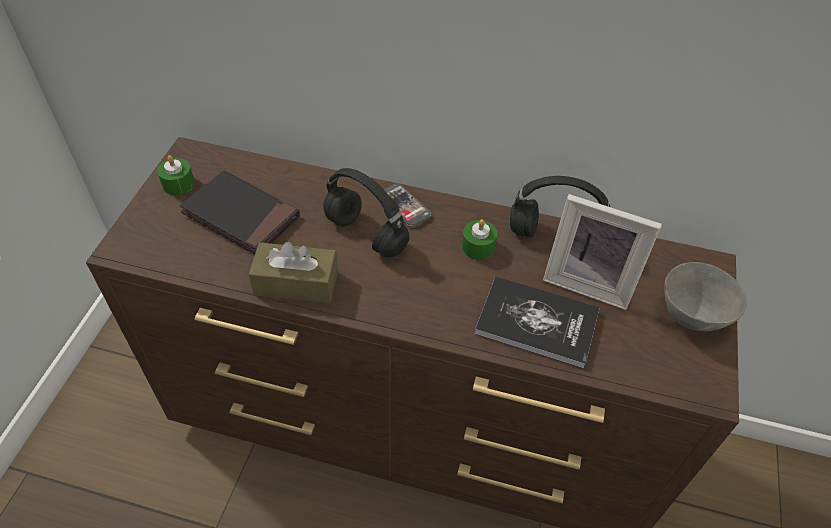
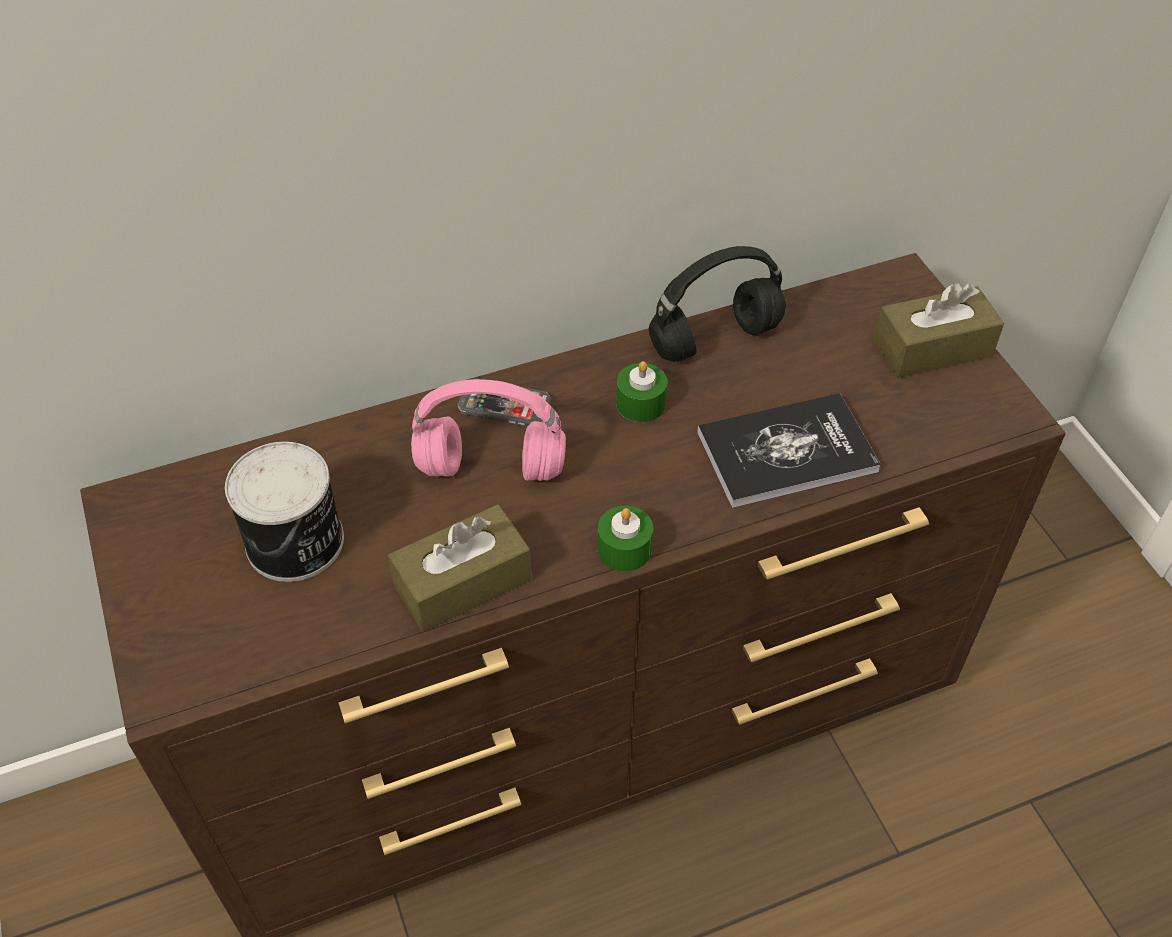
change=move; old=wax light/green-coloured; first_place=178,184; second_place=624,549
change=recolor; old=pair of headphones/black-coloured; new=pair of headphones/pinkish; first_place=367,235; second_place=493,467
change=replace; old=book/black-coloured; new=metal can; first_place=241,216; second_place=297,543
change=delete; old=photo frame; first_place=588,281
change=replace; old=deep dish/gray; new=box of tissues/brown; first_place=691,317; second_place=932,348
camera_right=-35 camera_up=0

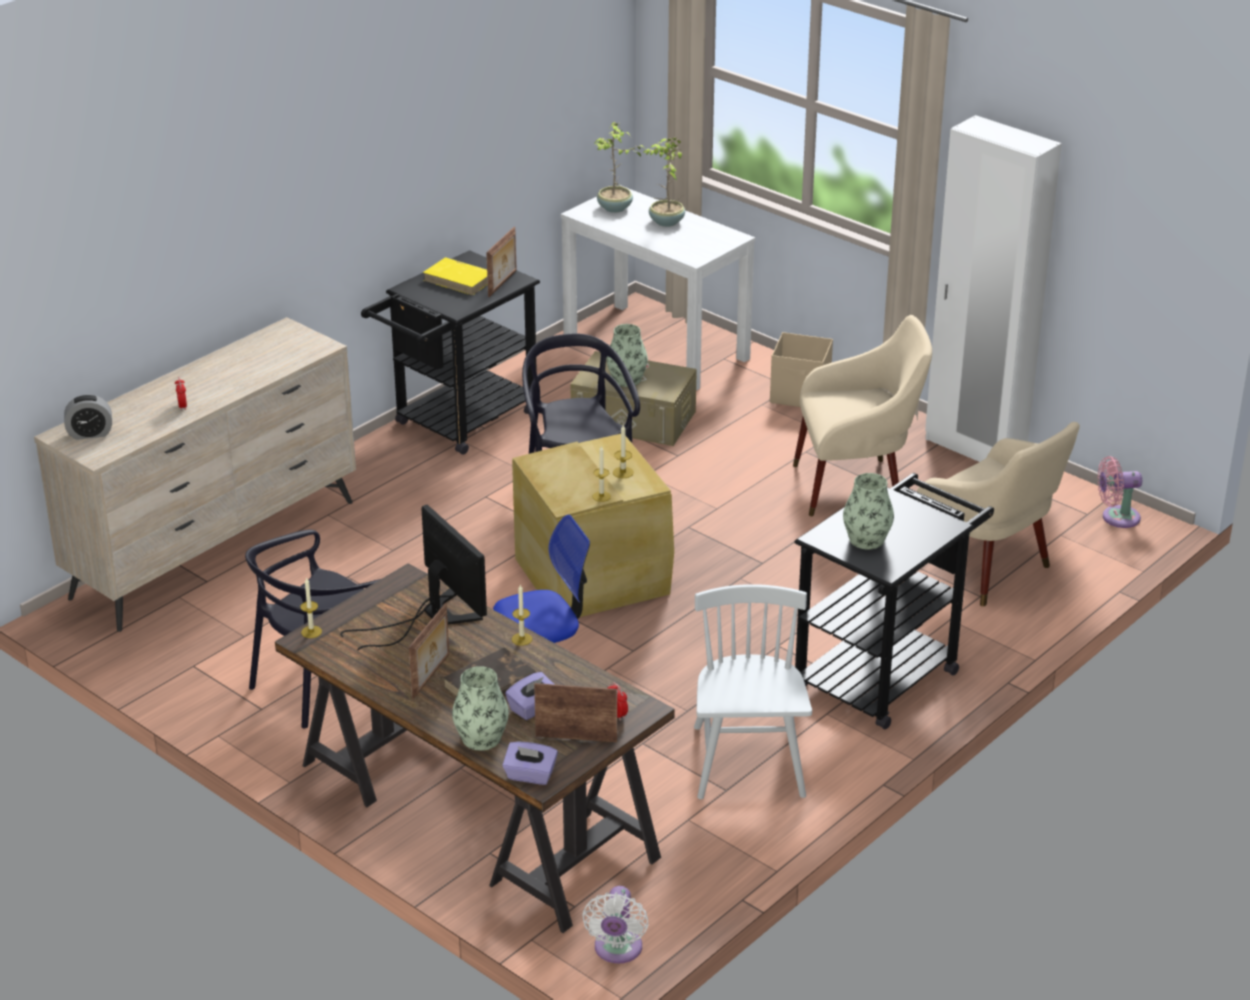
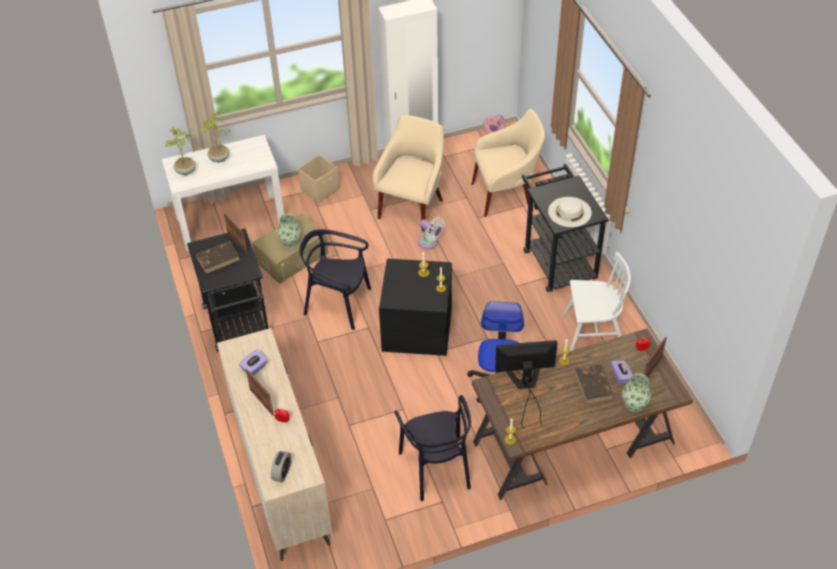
change=recolor; old=book/yellow-coloured; new=book/brown; first_place=460,280; second_place=218,258
change=recolor; old=storage bin/sand-coloured; new=storage bin/black-coloured; first_place=593,575; second_place=416,327
change=replace; old=vase; new=clothing hat/whitish; first_place=866,539; second_place=569,212
change=rotate; old=upright chair/whitish; first_place=748,762; second_place=593,332; degrees=150
change=move; old=photo frame; first_place=432,676; second_place=262,402
change=move; old=box of tissues/purple-coloured; first_place=530,775; second_place=254,368
change=move; old=electric fan/whitish; first_place=617,950; second_place=429,243
camera_right=-60 camera_up=15

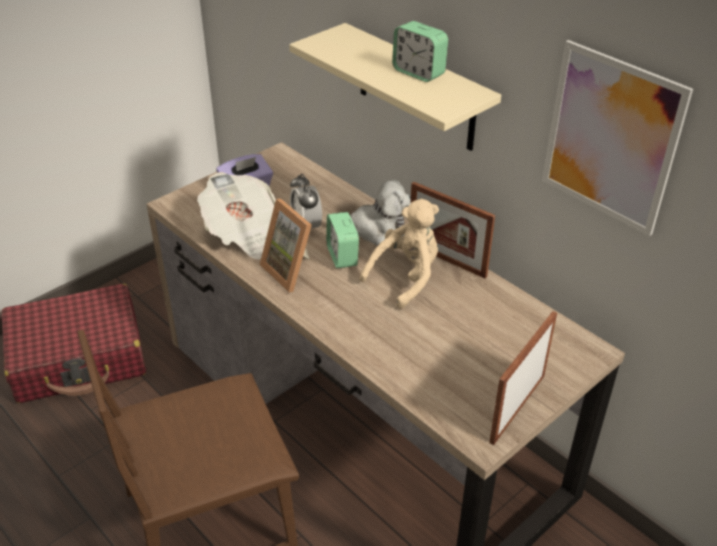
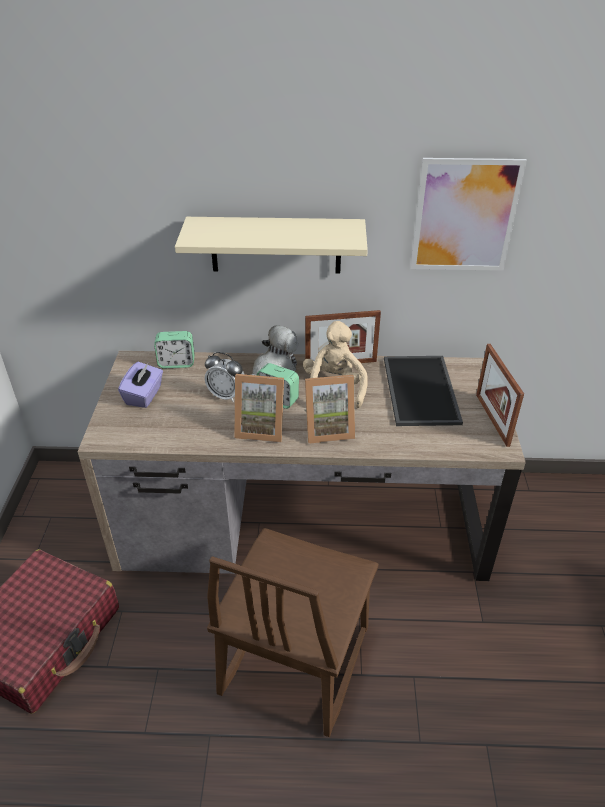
change=move; old=table clock; first_place=418,73; second_place=176,363
change=delete; old=newspaper; first_place=245,234
change=insert; new=tray; second_place=418,389
change=insert; new=photo frame; second_place=328,429
camera_right=-45 camera_up=0

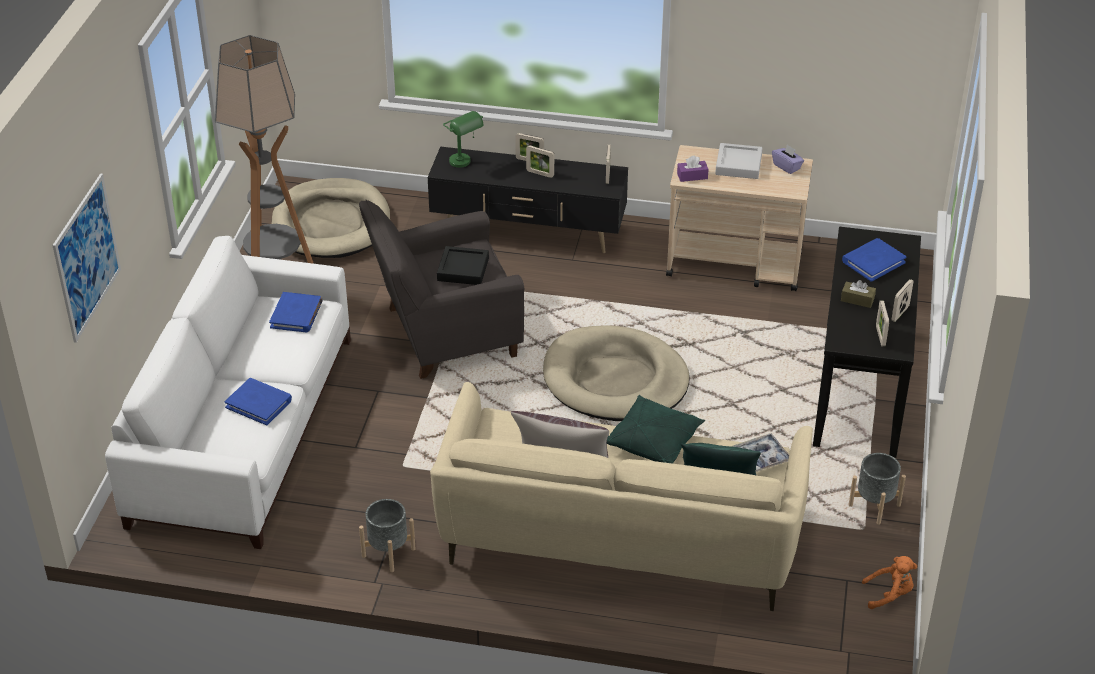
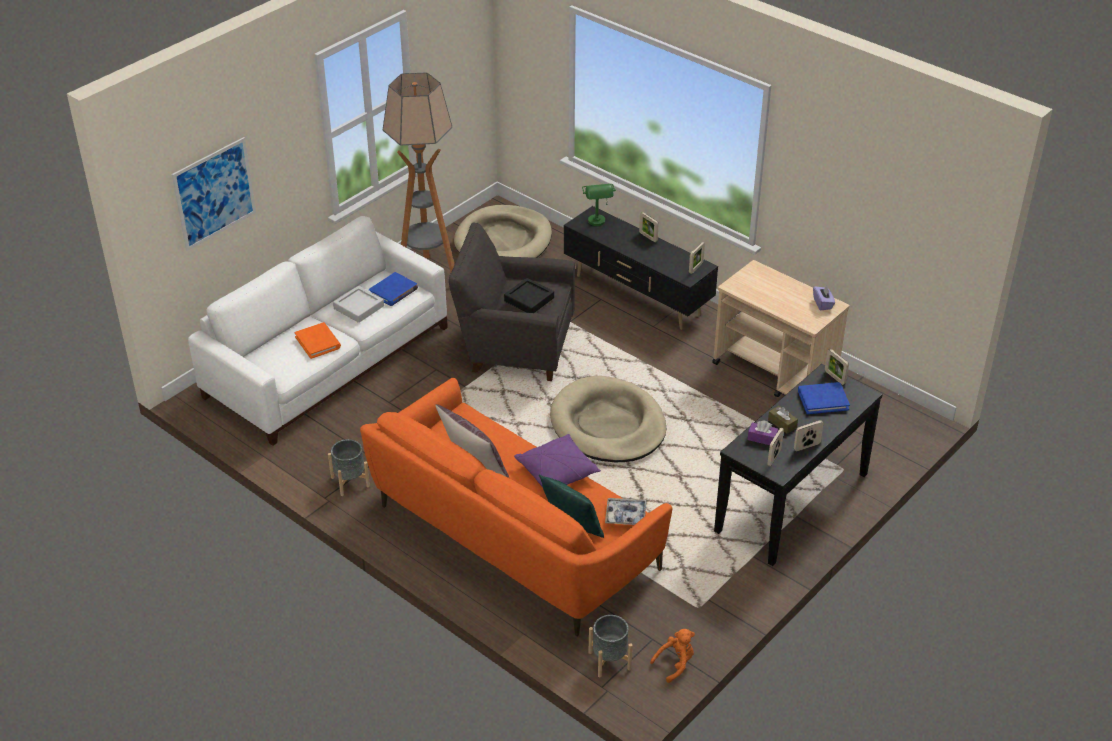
change=move; old=tray/gray; first_place=738,165; second_place=359,307
change=move; old=photo frame; first_place=540,173; second_place=835,377
change=move; old=box of tissues/purple-coloured; first_place=692,176; second_place=762,438
change=recolor; old=book/blue; new=book/orange-coloured; first_place=259,403; second_place=318,342
change=recolor; old=settee/sand-coloured; new=settee/orange-coloured; first_place=619,539; second_place=512,538
change=recolor; old=cushion/green-coloured; new=cushion/purple-coloured; first_place=653,441; second_place=557,472
change=move; old=flower pot/gray; first_place=874,505; second_place=610,660
change=rotate; old=soft toy/orange-coloured; first_place=889,594; second_place=675,664; degrees=-60
camera_right=30 camera_up=0

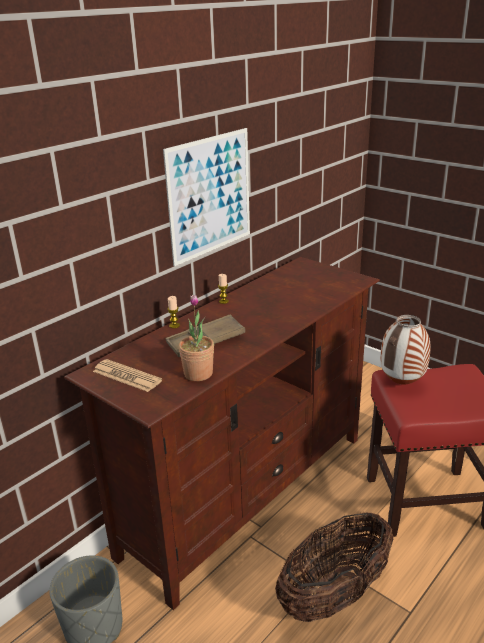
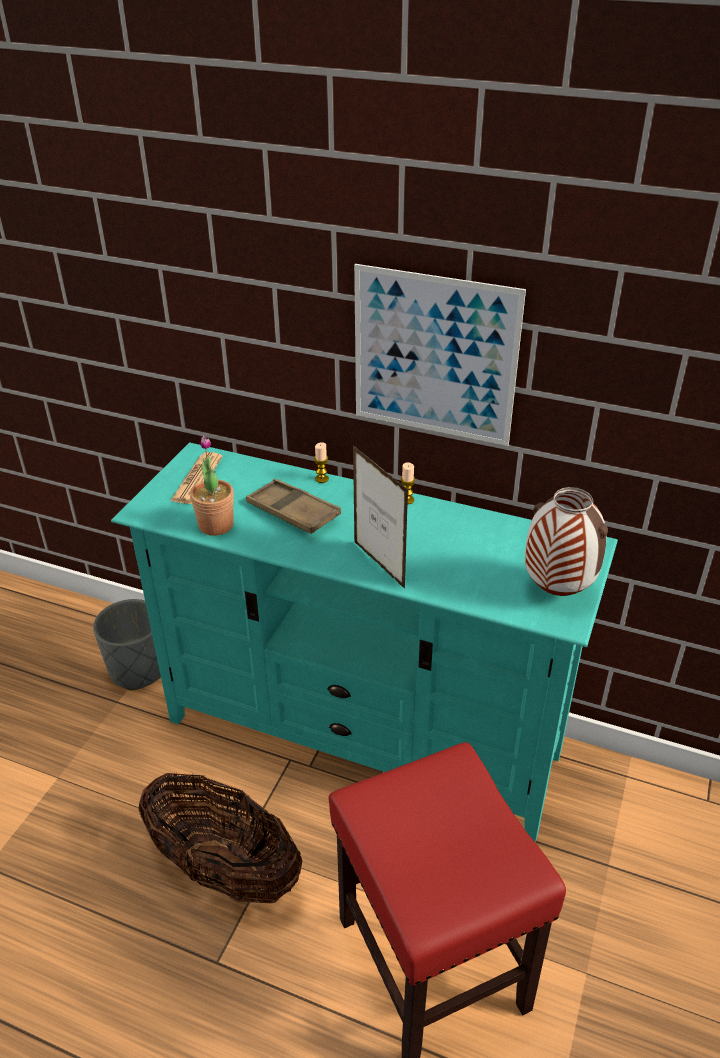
change=recolor; old=tv stand/brown; new=tv stand/turquoise; first_place=247,492; second_place=363,735
change=move; old=vase; first_place=401,384; second_place=556,591
change=insert; new=photo frame; second_place=379,565
camera_right=70 camera_up=10

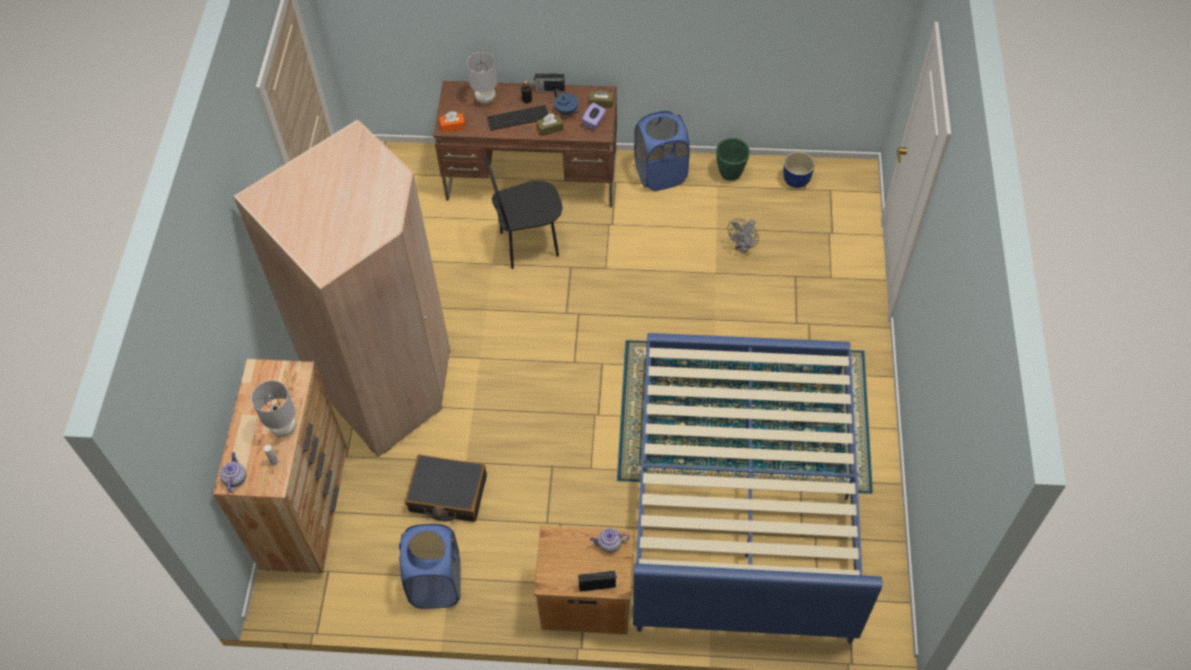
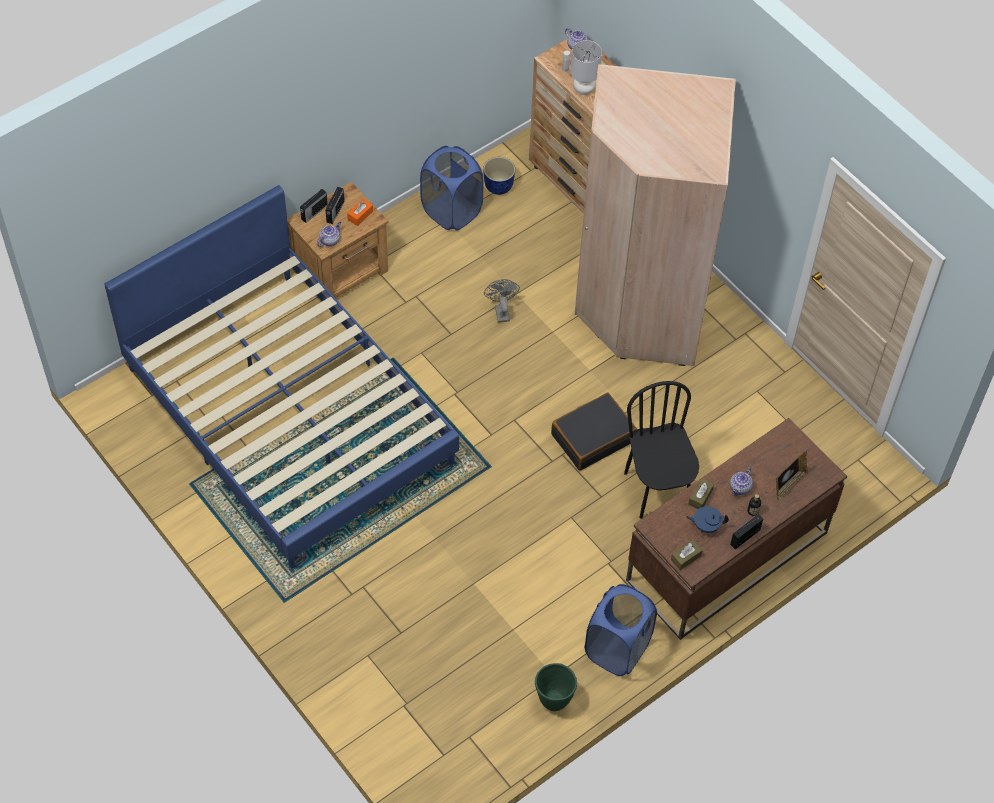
change=replace; old=tabletop lamp/gray; new=photo frame; first_place=485,99; second_place=788,484
change=delete; old=box of tissues/purple-coloured; first_place=594,121
change=replace; old=PC keyboard; new=pot for tea; first_place=518,117; second_place=740,488
change=move; old=box of tissues/orange-coloured; first_place=453,126; second_place=360,215
change=move; old=flower pot; first_place=795,180; second_place=499,187
change=rotate; old=upright chair/black-coloured; first_place=529,244; second_place=657,490; degrees=-45
change=move; old=electric fan/gray; first_place=743,247; second_place=501,310
change=move; old=suitcase/black-coloured; first_place=448,494; second_place=592,437
change=insert; new=radio; second_place=335,212
camera_right=135 camera_up=0

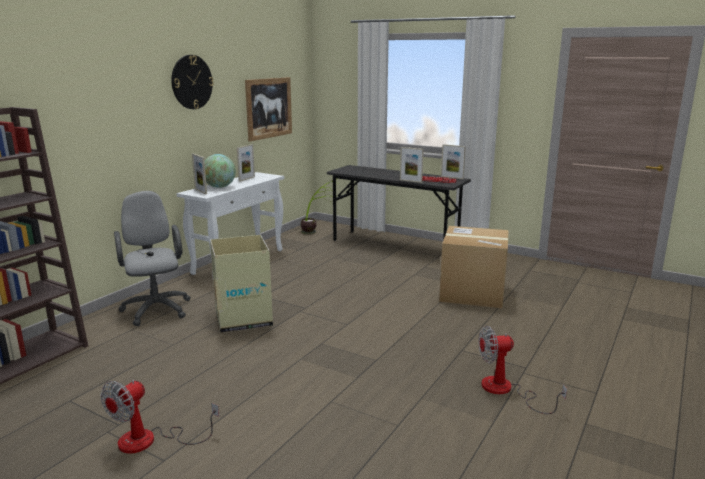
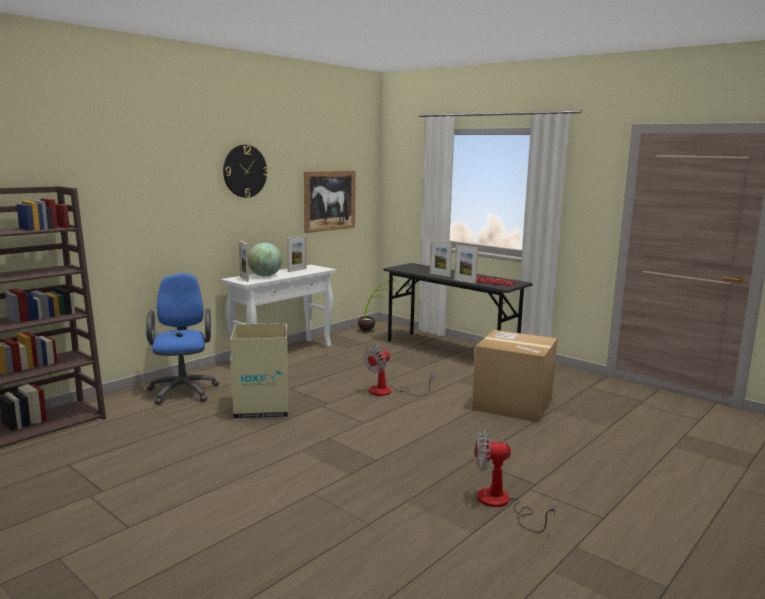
change=move; old=photo frame; first_place=452,177; second_place=440,275
change=recolor; old=computer chair/gray; new=computer chair/blue; first_place=156,308; second_place=183,390
change=move; old=electric fan; first_place=150,441; second_place=389,392
camera_right=10 camera_up=-5

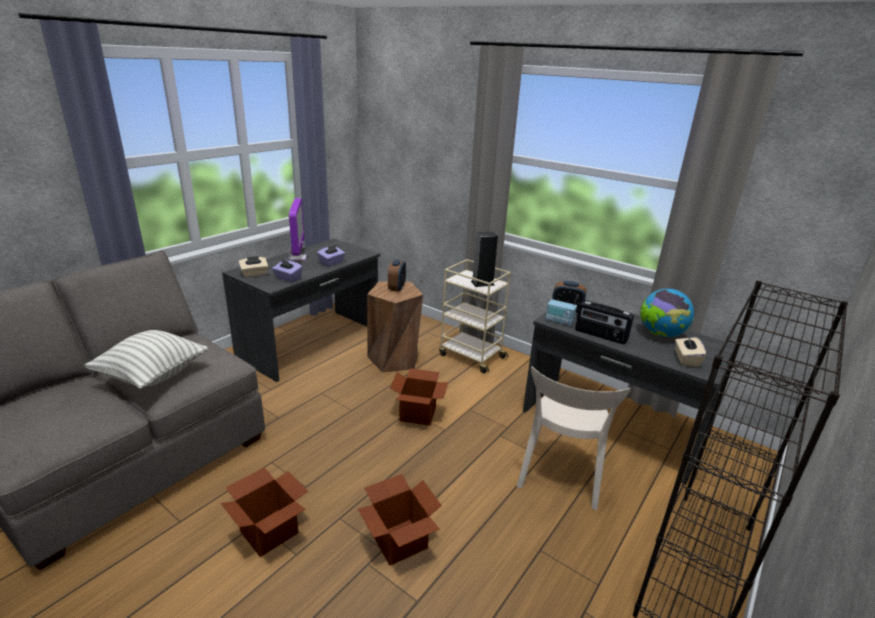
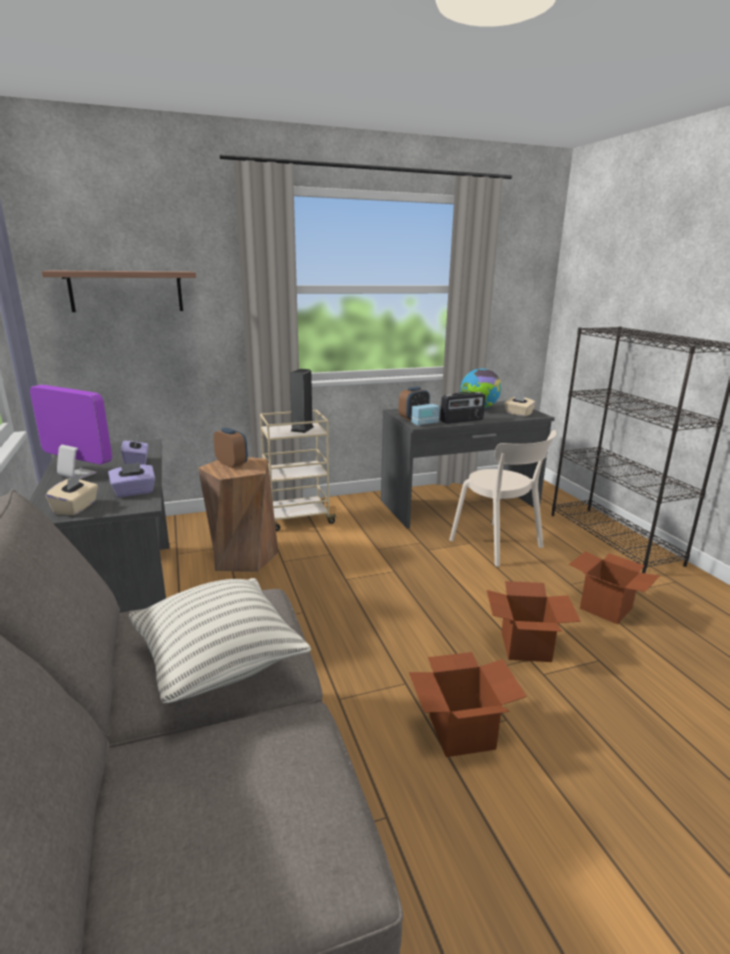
change=move; old=packing box; first_place=417,414; second_place=606,608
change=insert; new=bracket shelf; second_place=126,291
camera_right=-55 camera_up=-5

